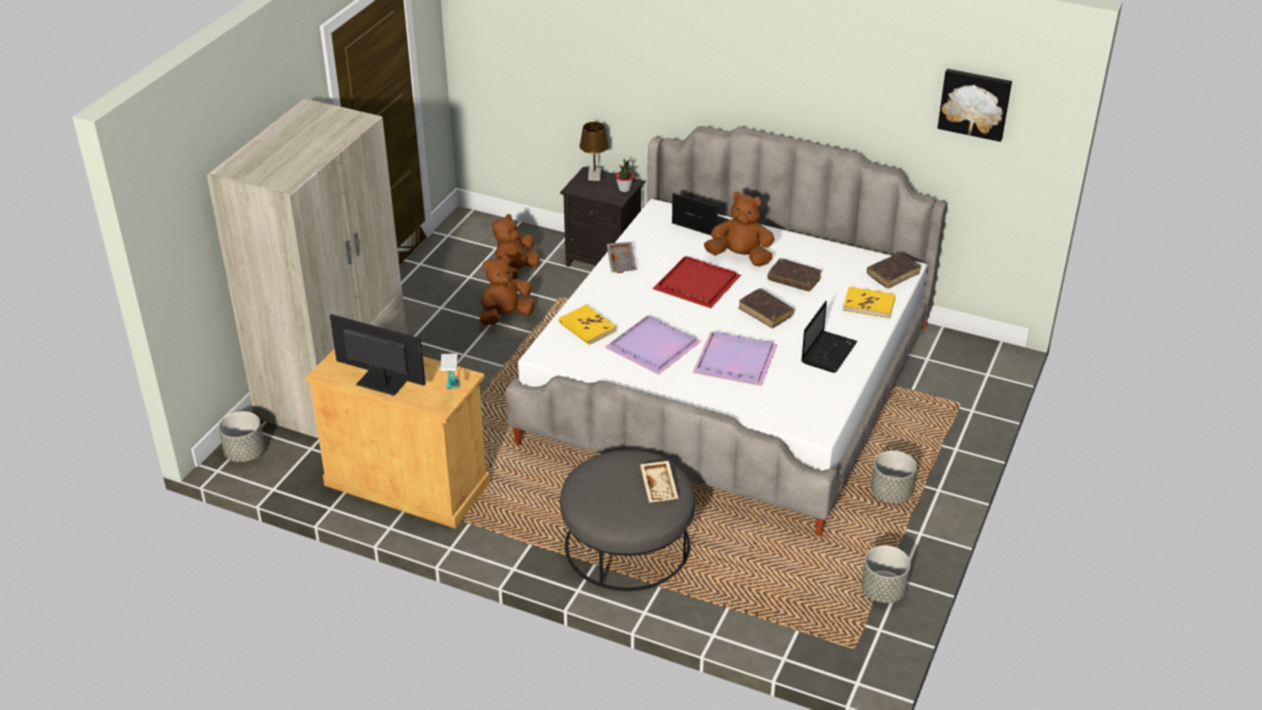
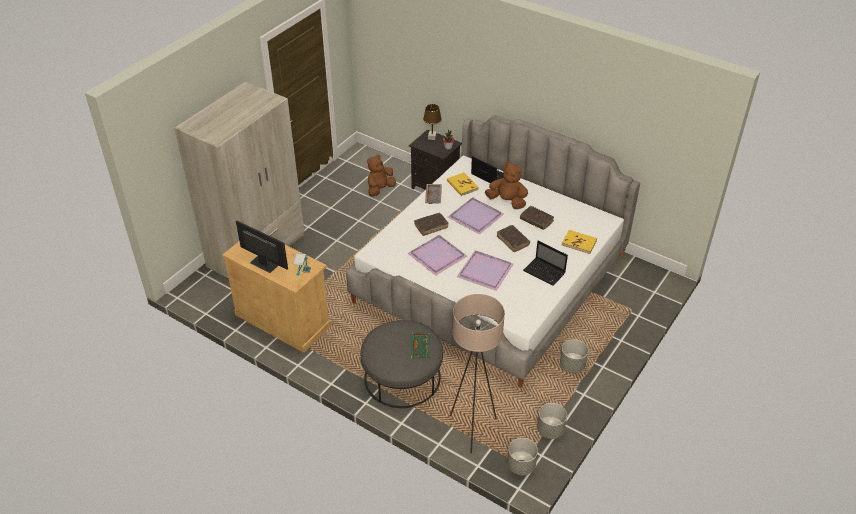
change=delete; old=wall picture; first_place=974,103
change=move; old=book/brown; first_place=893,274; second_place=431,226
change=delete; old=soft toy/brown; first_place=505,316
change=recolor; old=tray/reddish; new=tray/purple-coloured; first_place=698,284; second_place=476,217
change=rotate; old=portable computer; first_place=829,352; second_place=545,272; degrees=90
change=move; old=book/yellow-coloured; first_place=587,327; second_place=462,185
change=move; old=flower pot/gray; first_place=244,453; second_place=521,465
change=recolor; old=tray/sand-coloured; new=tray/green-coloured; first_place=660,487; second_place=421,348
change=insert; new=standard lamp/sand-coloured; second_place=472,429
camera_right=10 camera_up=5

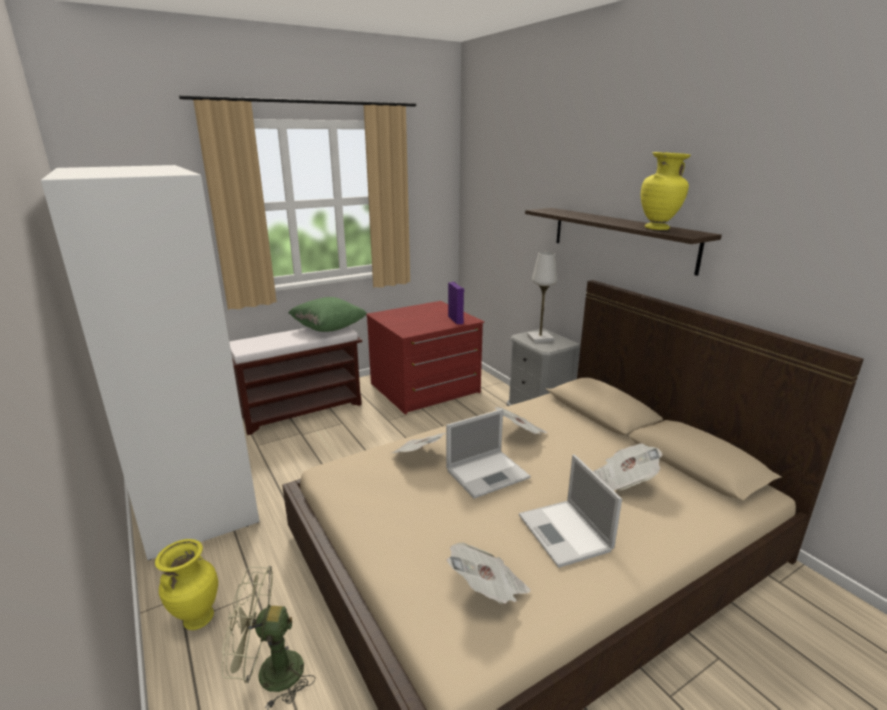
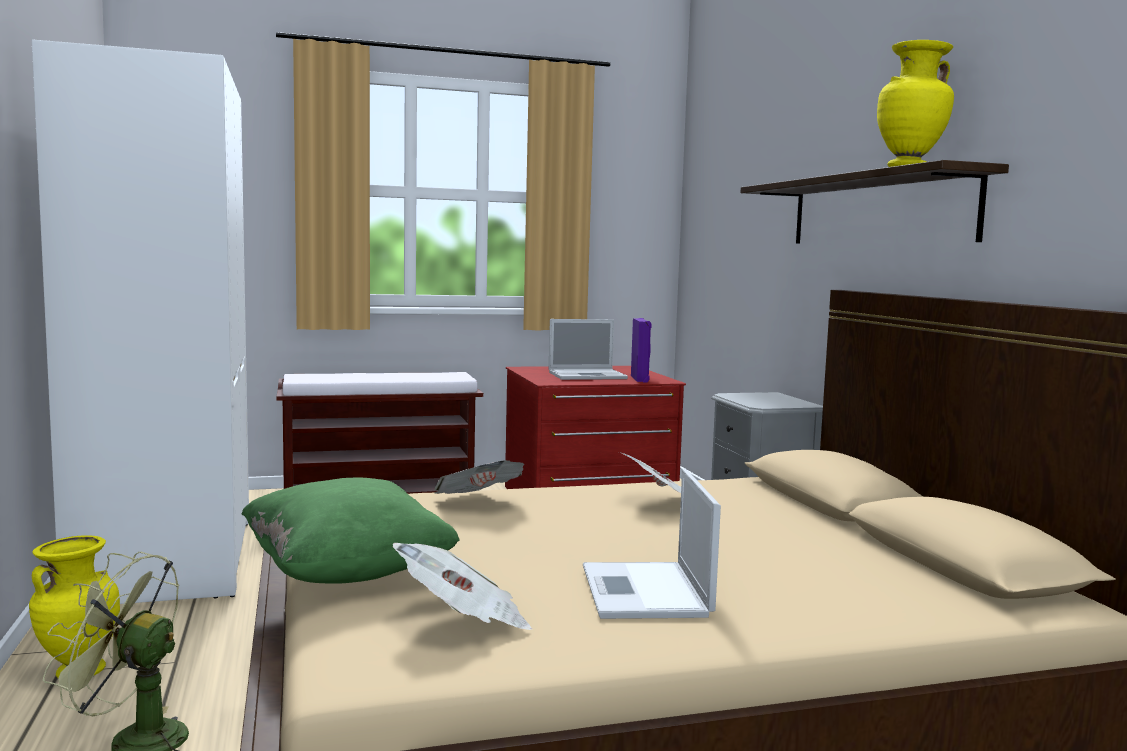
change=delete; old=tabletop lamp/whitish; first_place=540,338
change=move; old=cushion/green-coloured; first_place=329,328; second_place=347,573
change=move; old=portable computer; first_place=488,473; second_place=588,375
change=delete; old=newspaper; first_place=623,481
camera_right=15 camera_up=-15

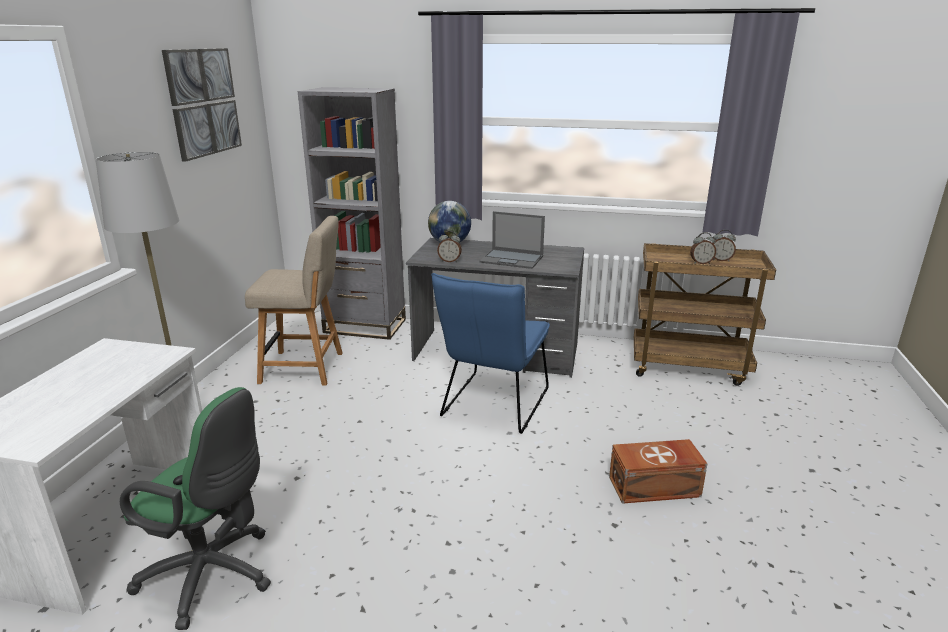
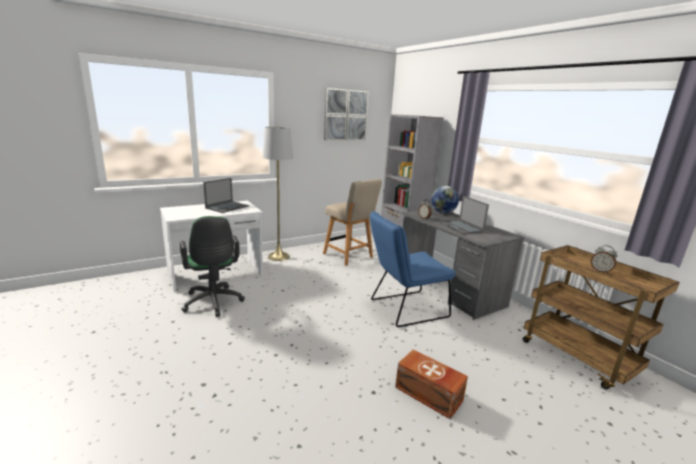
change=delete; old=table clock; first_place=720,260
change=insert; new=portable computer; second_place=227,207
camera_right=45 camera_up=-5

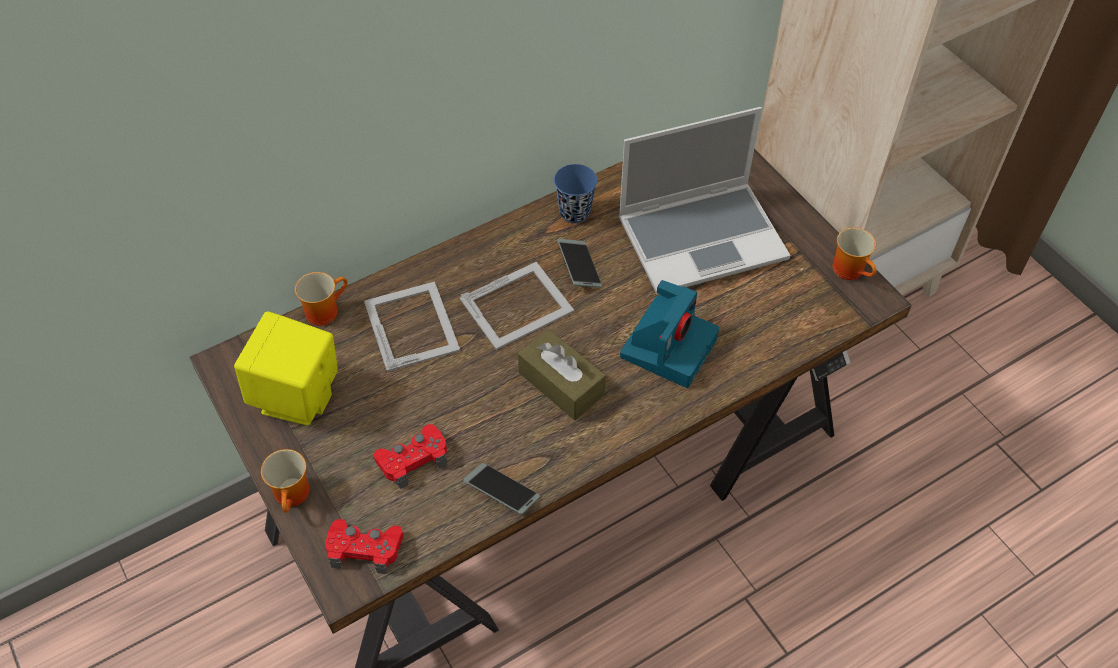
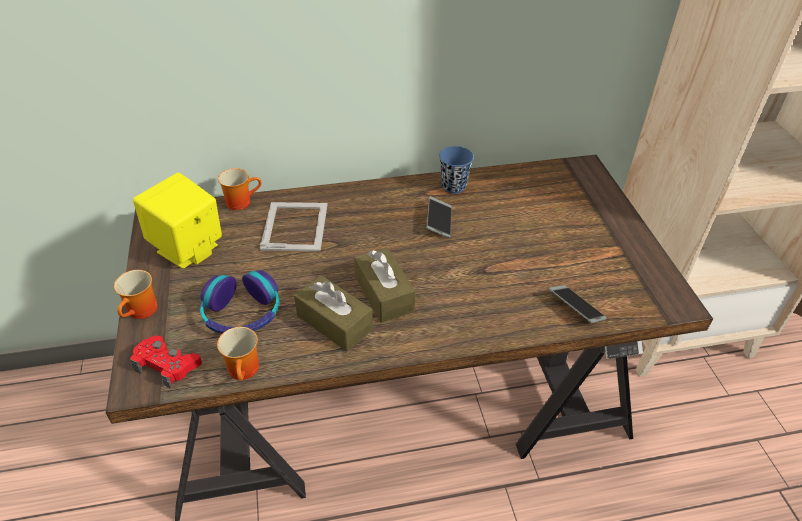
change=delete; old=portable computer; first_place=703,238
change=move; old=mug; first_place=852,270; second_place=246,370
change=delete; old=photo frame; first_place=518,305
change=delete; old=still camera; first_place=668,346
change=replace; old=joypad/reddish; new=pair of headphones; first_place=413,459; second_place=242,313
change=move; old=telephone; first_place=502,492; second_place=576,308
change=insert; new=box of tissues/brown; second_place=334,322
camera_right=20 camera_up=-10

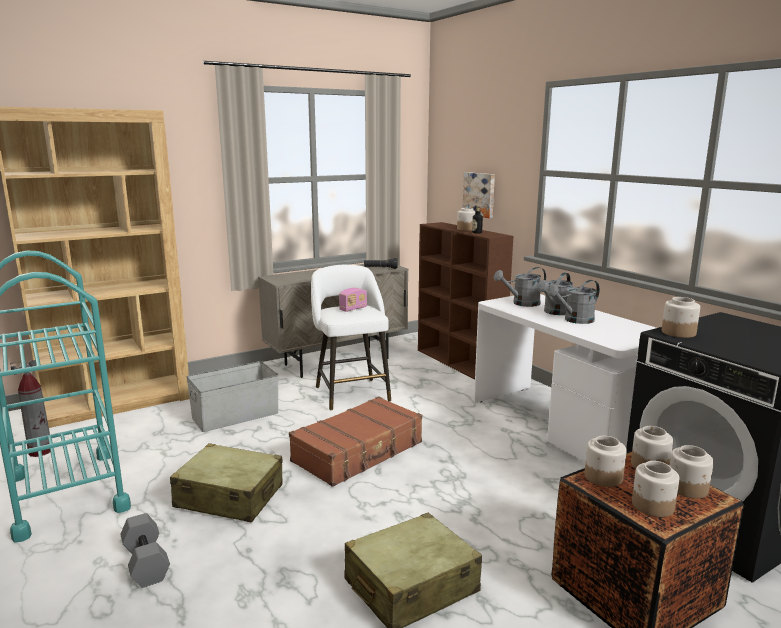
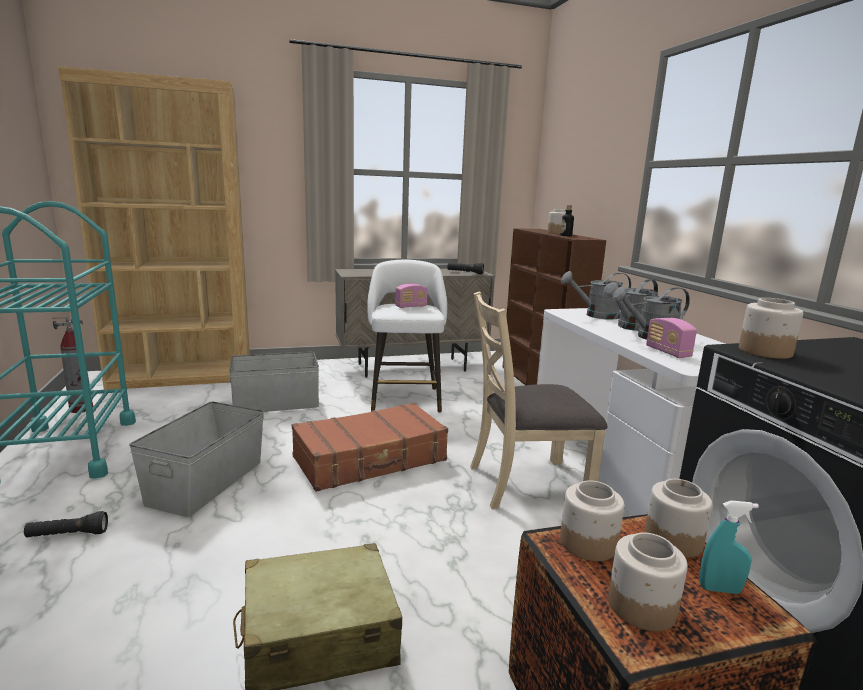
change=delete; old=wall picture; first_place=480,194
change=replace; old=suitcase/sand-coloured; new=storage bin/gray; first_place=229,496; second_place=205,482
change=replace; old=storage jar; new=hand sprayer/turquoise; first_place=688,488; second_place=720,589
change=replace; old=dumbbell/gray; new=flashlight/black-coloured; first_place=144,562; second_place=68,535
change=insert; new=upright chair/sand-coloured; second_place=526,483
change=insert; new=radio; second_place=667,352
camera_right=15 camera_up=0

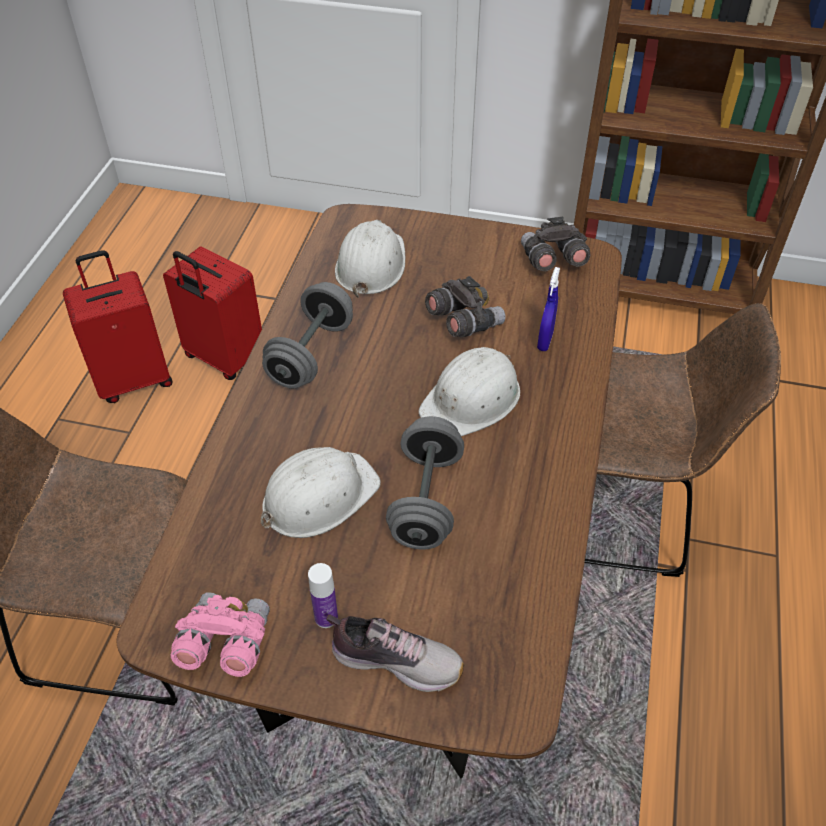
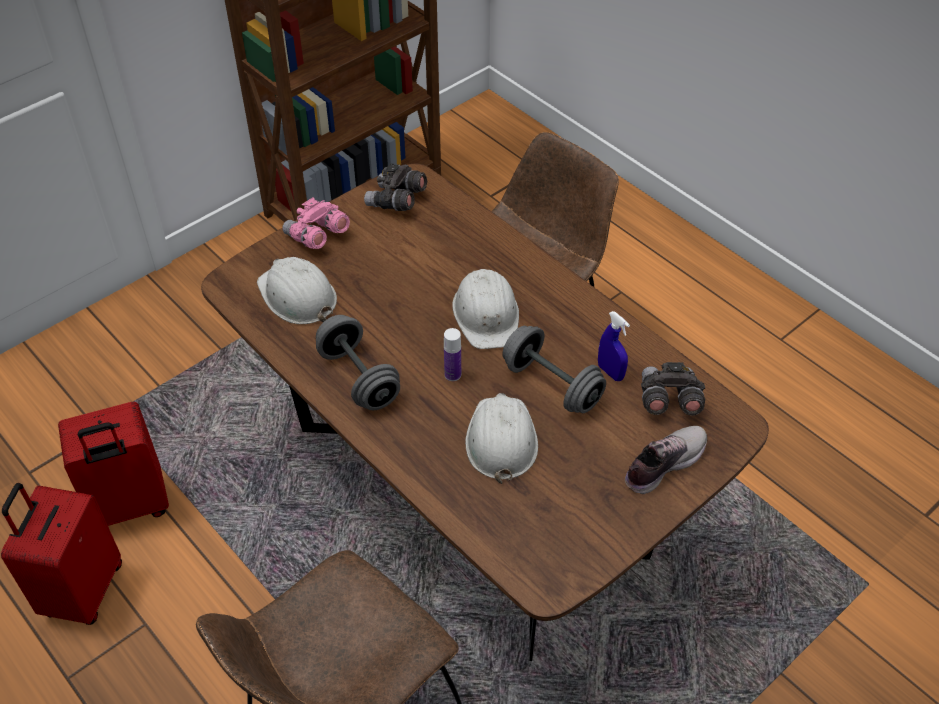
change=move; old=hand sprayer/blue; first_place=545,341; second_place=610,372
change=move; old=pair of binoculars/gray; first_place=463,322; second_place=668,400
change=move; old=beverage bottle; first_place=326,617; second_place=452,374
change=move; old=pair of binoculars/pinkish; first_place=225,644; second_place=316,236
camera_right=-55 camera_up=0

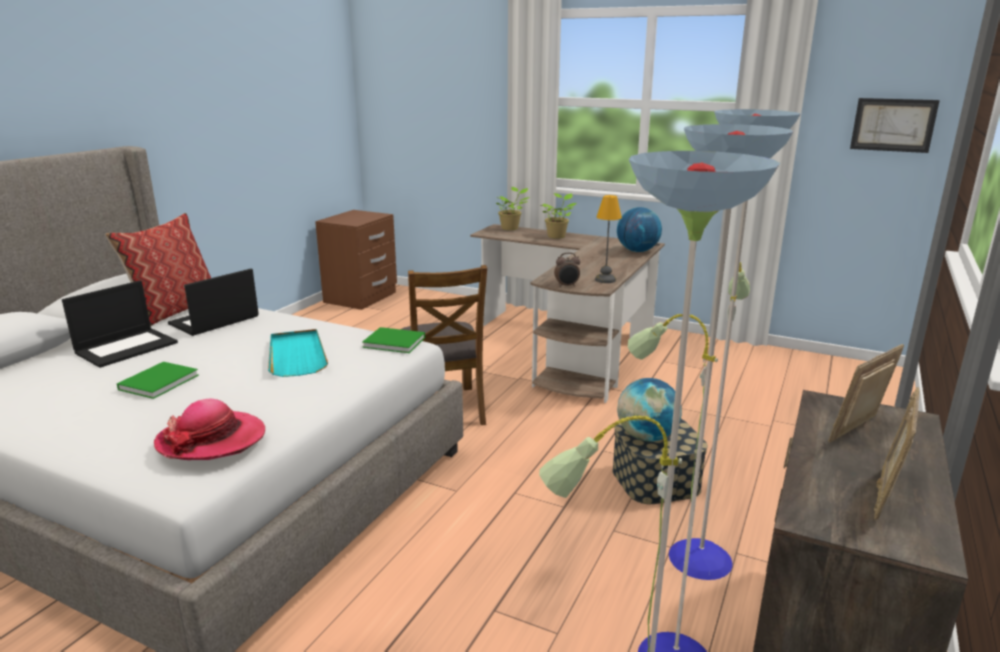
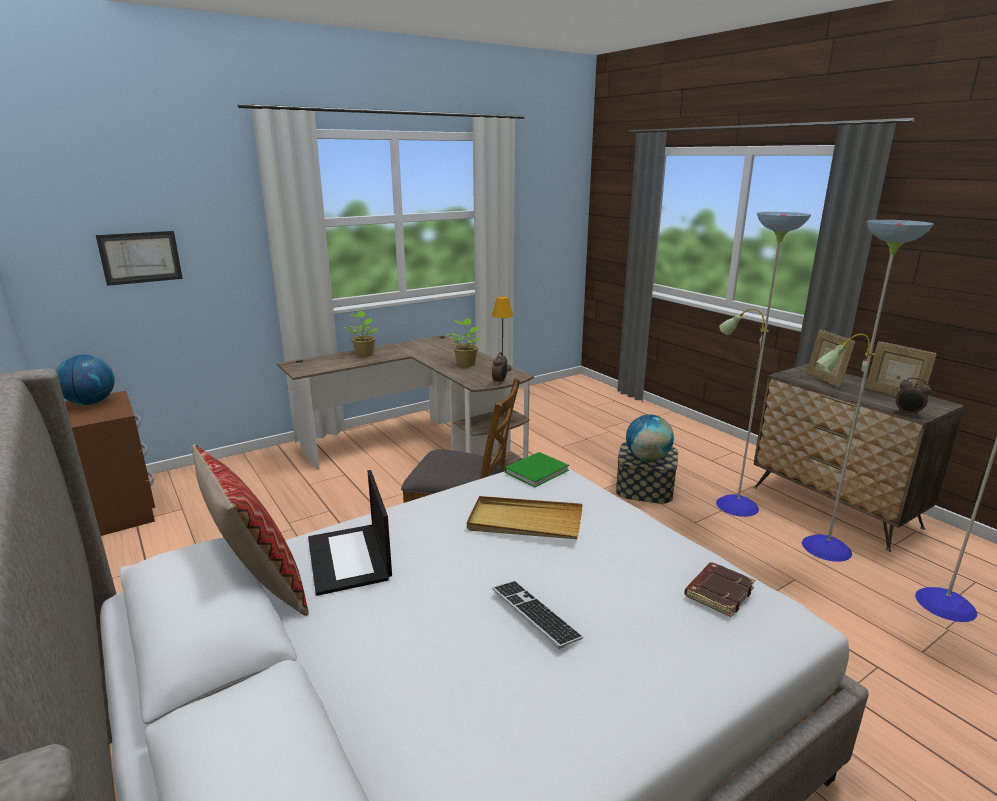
change=move; old=wall picture; first_place=893,125; second_place=140,257
change=move; old=potted plant; first_place=511,228; second_place=466,363
change=move; old=desk globe; first_place=637,251; second_place=91,403
change=delete; old=portable computer; first_place=127,347
change=recolor; old=tray/turquoise; new=tray/sand-coloured; first_place=297,355; second_place=525,522
change=replace; old=book/green-coloured; new=PC keyboard; first_place=161,381; second_place=535,614
change=replace; old=clothing hat; new=book/brown; first_place=211,440; second_place=718,592
change=insert; new=table clock; second_place=908,413
camera_right=-60 camera_up=0

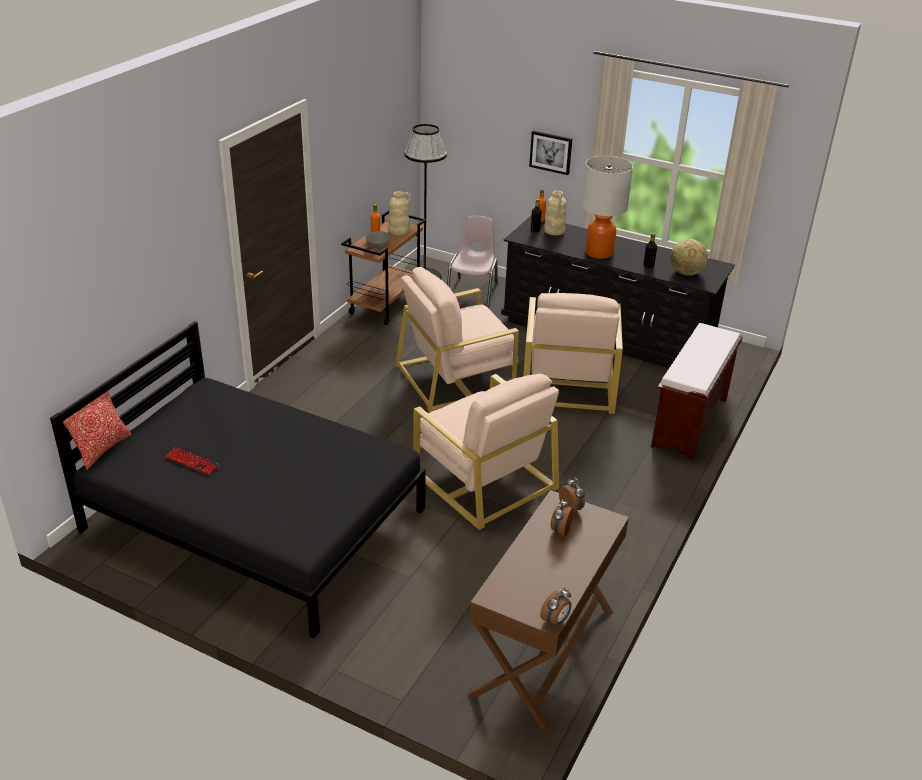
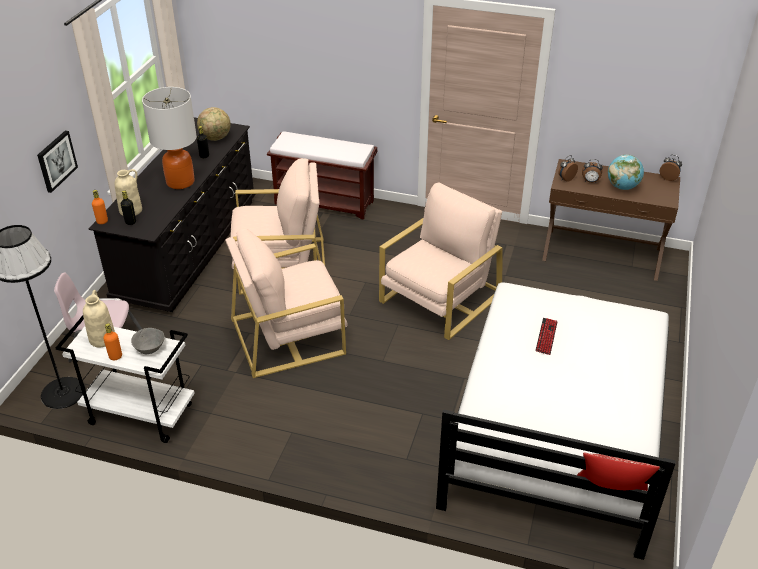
change=recolor; old=trolley/brown; new=trolley/whitish; first_place=385,304; second_place=139,415
change=rotate; old=easy chair/sand-coloured; first_place=455,377; second_place=288,335; degrees=105
change=recolor; old=sleeping bed/black-coloured; new=sleeping bed/whitish; first_place=255,519; second_place=556,427
change=move; old=PC keyboard; first_place=192,462; second_place=546,337
change=insert; new=desk globe; second_place=622,187
camera_right=-100 camera_up=5

